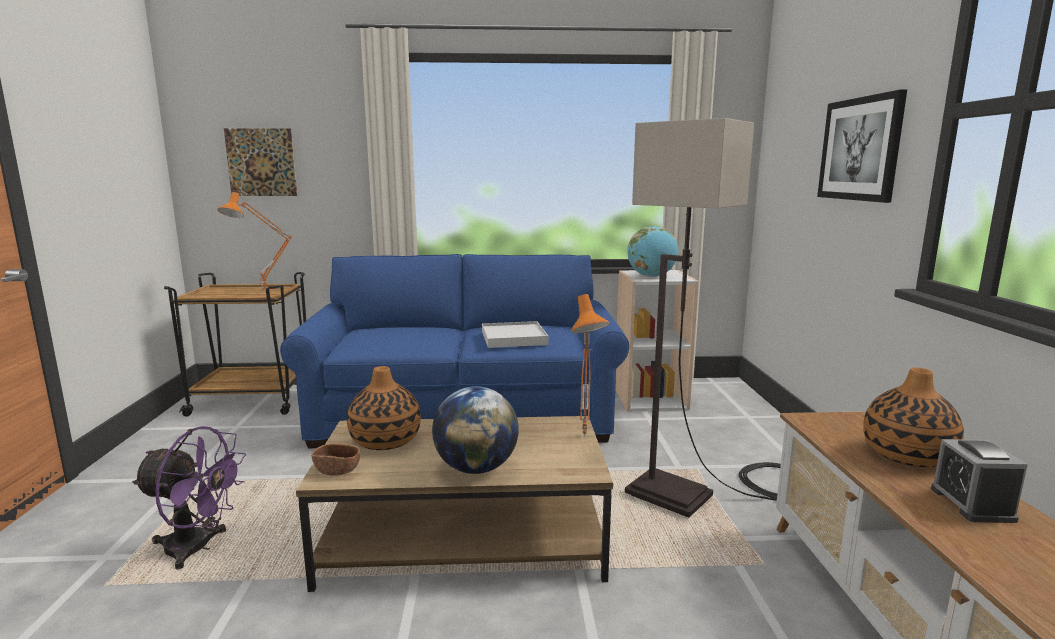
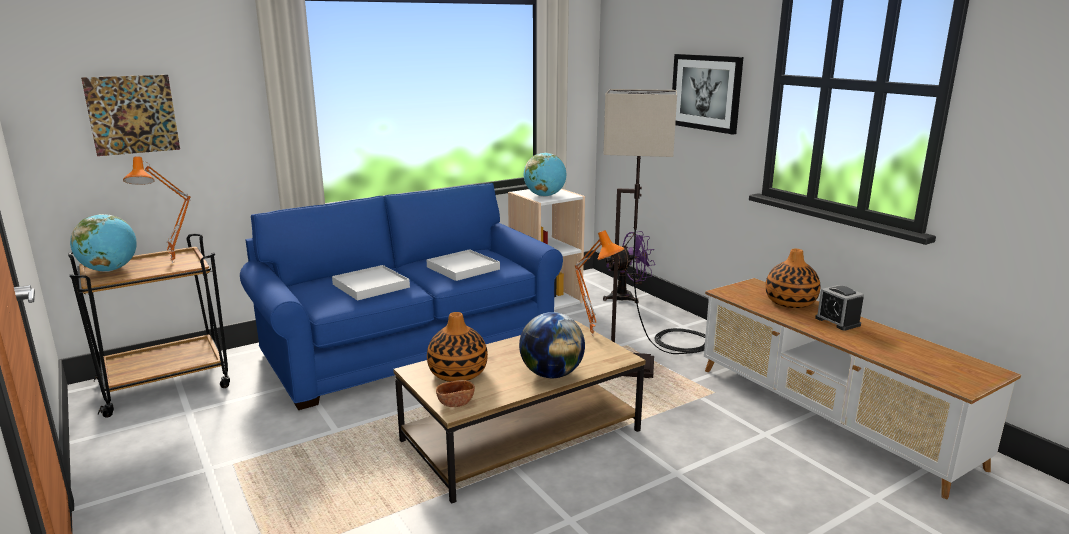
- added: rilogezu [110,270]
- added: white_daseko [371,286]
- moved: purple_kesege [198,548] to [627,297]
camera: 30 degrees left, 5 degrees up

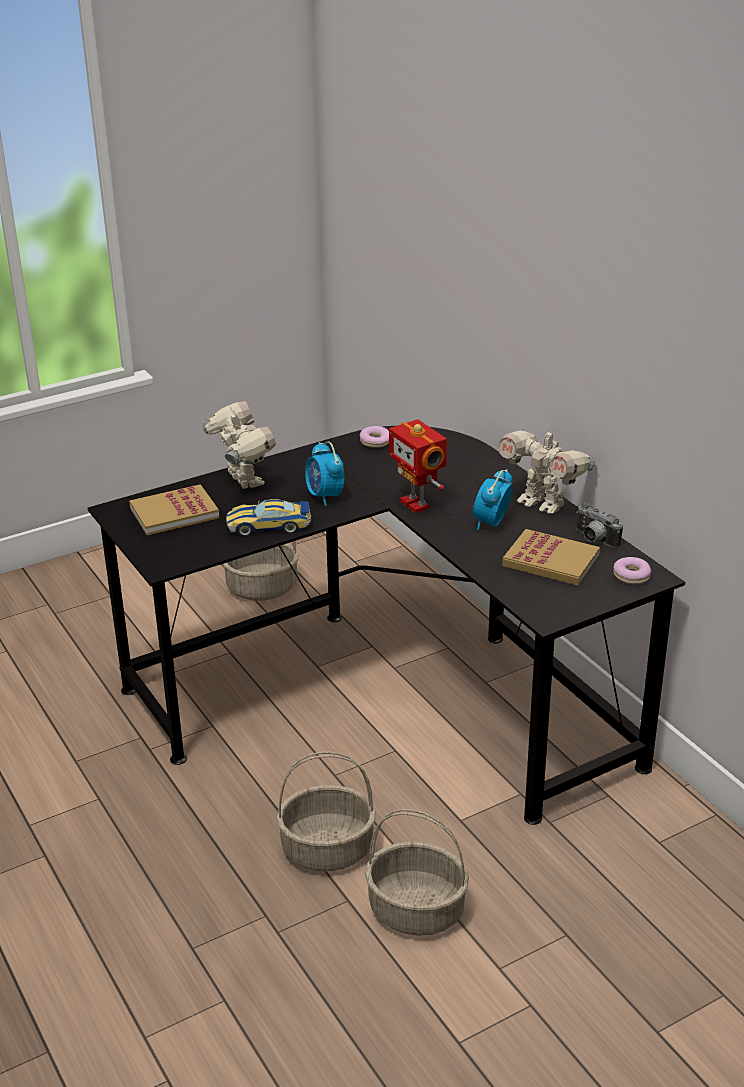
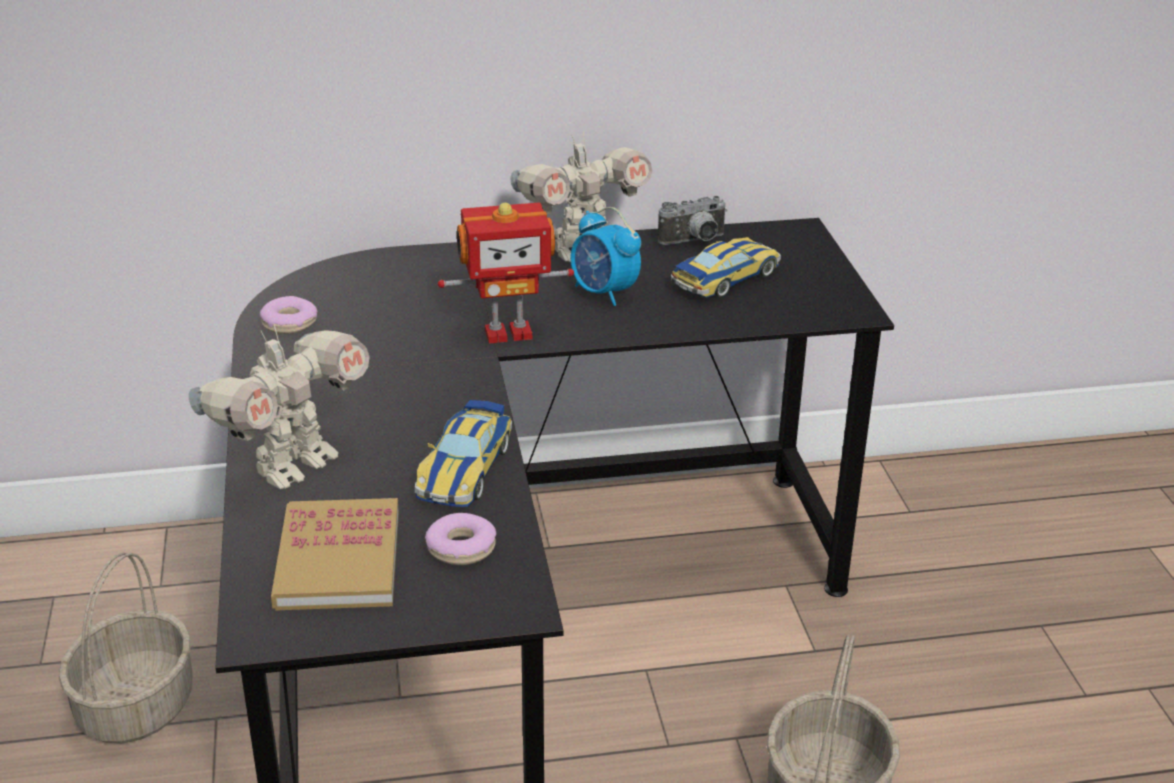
- removed: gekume [325,496]
- removed: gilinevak [417,910]
- moved: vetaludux [631,576] to [461,548]
- replaced: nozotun [551,561] to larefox [725,278]
- turned: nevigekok [242,481] = [292,465] 135 degrees clockwise
camera: 70 degrees left, 0 degrees up

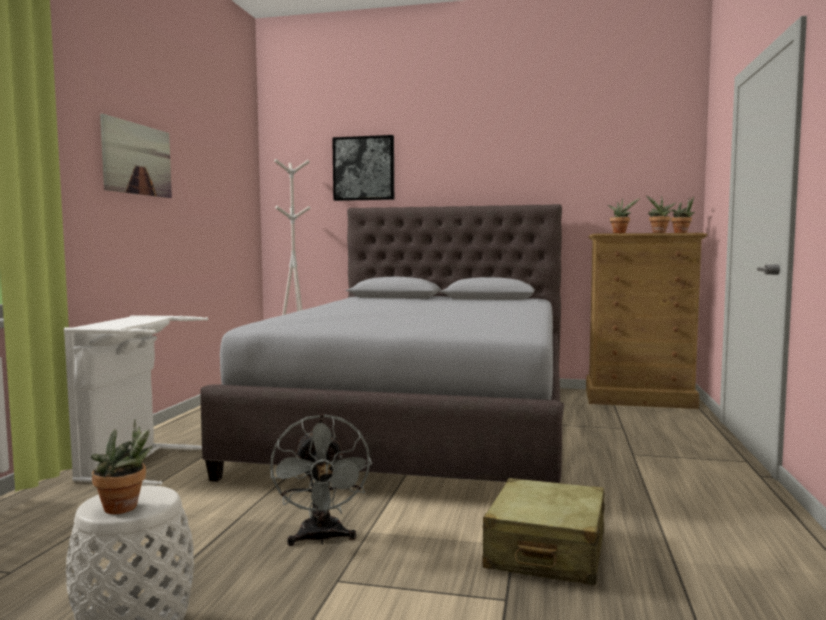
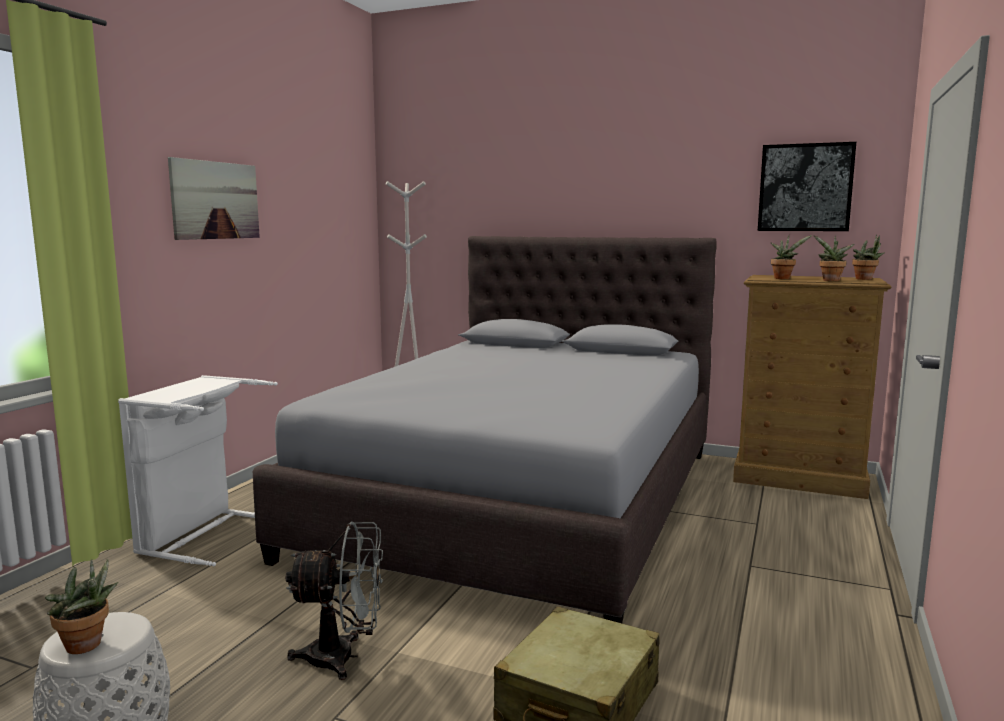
- moved: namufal [364,168] to [805,187]
- turned: grey_kesege [321,539] = [343,657] 90 degrees counterclockwise
camera: 10 degrees right, 5 degrees up

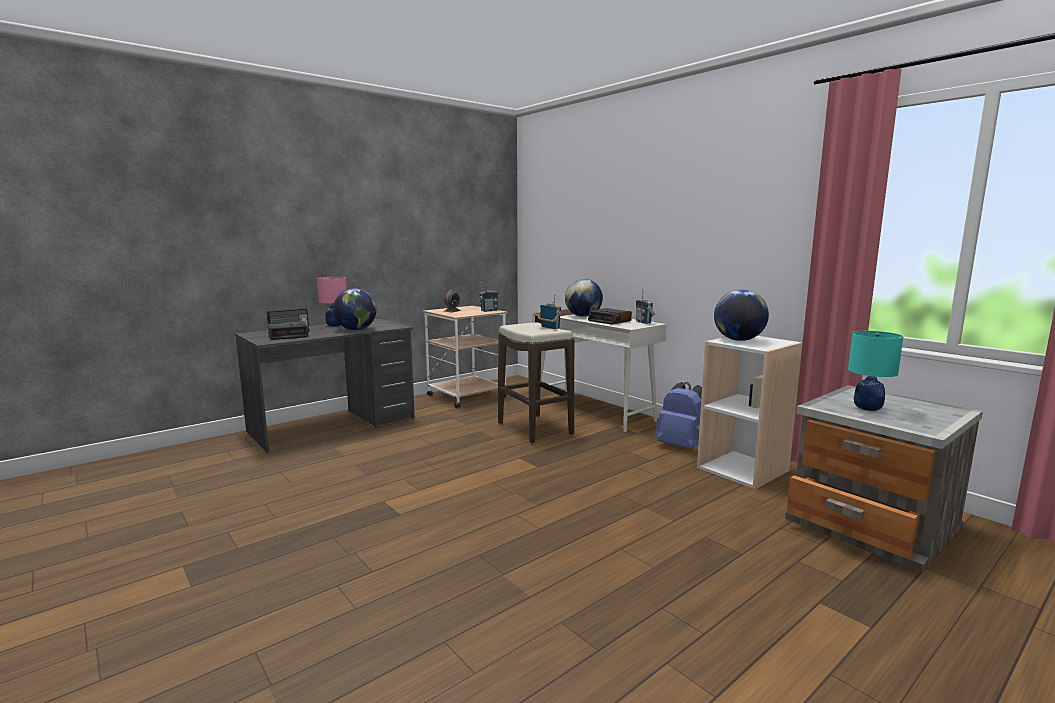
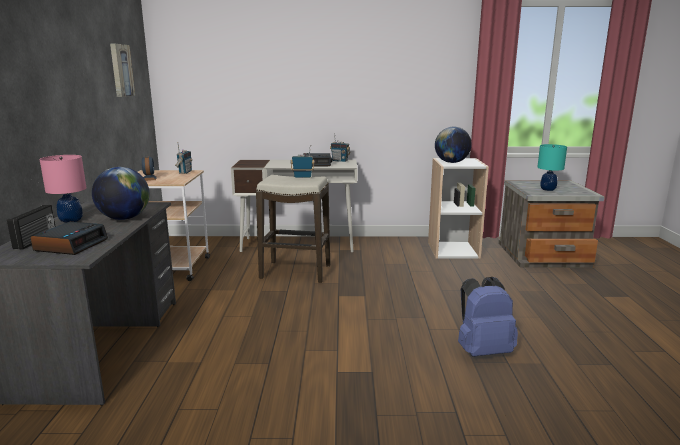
- removed: rilogezu [583,316]
- added: namufal [120,70]
- moved: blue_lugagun [681,446] to [482,350]
camera: 50 degrees left, 5 degrees up

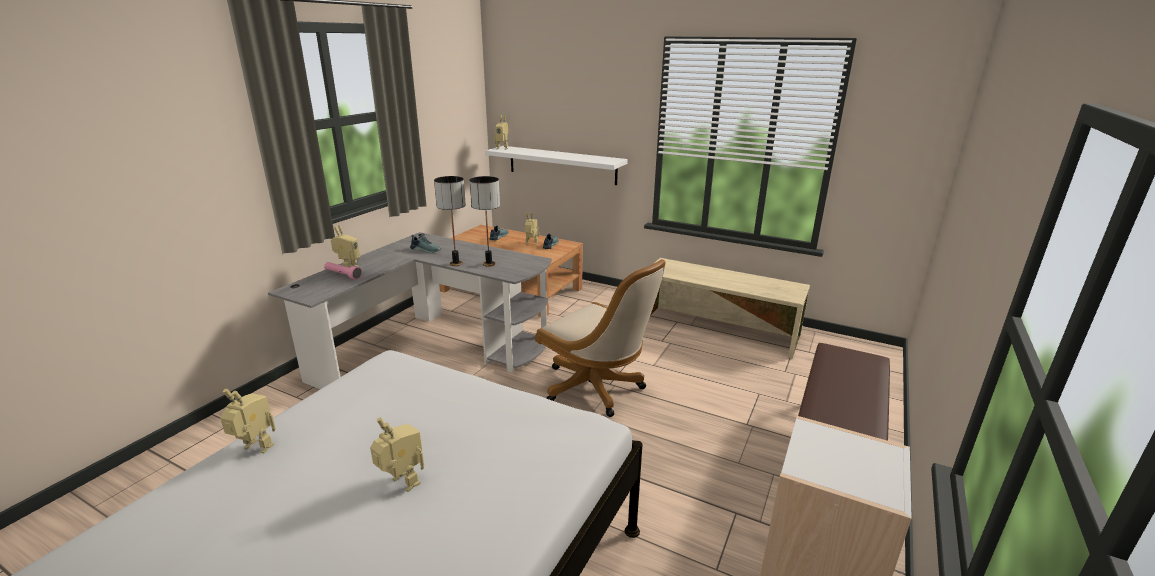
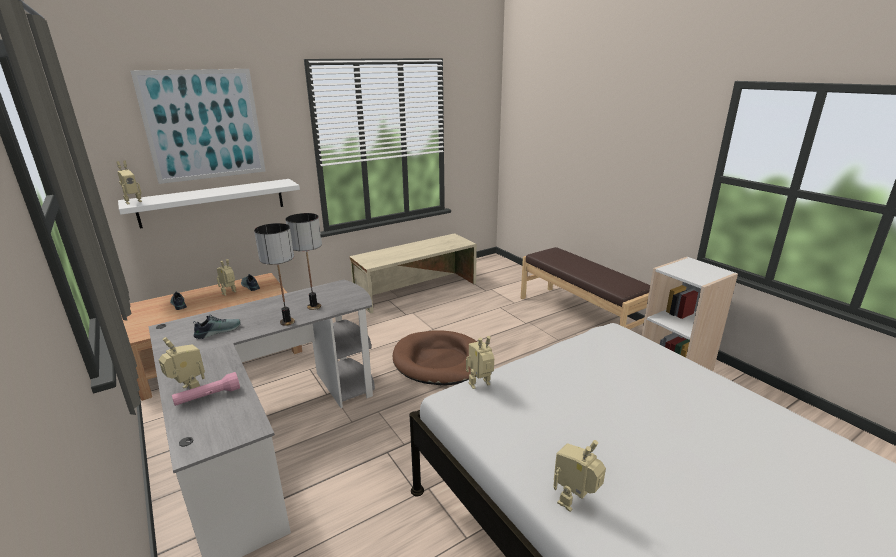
- added: namufal [204,125]
- moved: nevigekok [402,484] to [480,386]
- replaced: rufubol [598,389] to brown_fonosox [440,361]
camera: 60 degrees left, 0 degrees up

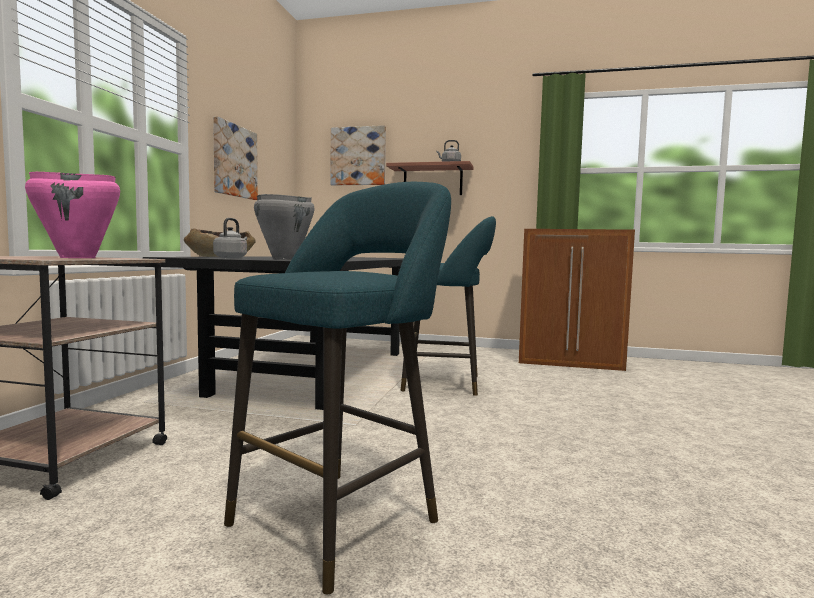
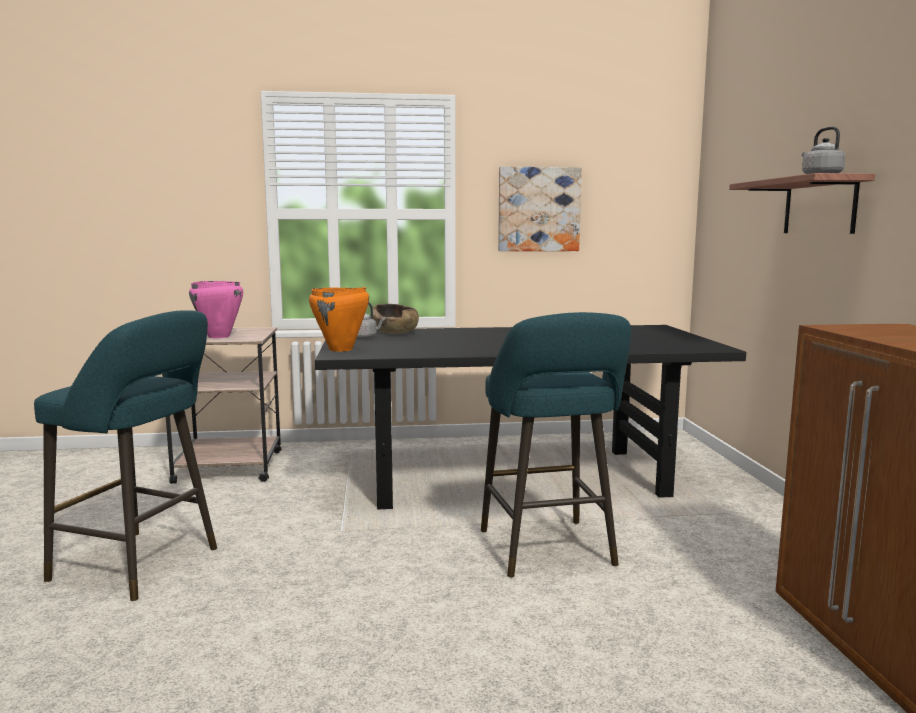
- removed: namufal [358,156]
- recoloured: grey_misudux [285,259] to orange_misudux [341,349]
camera: 70 degrees right, 5 degrees up

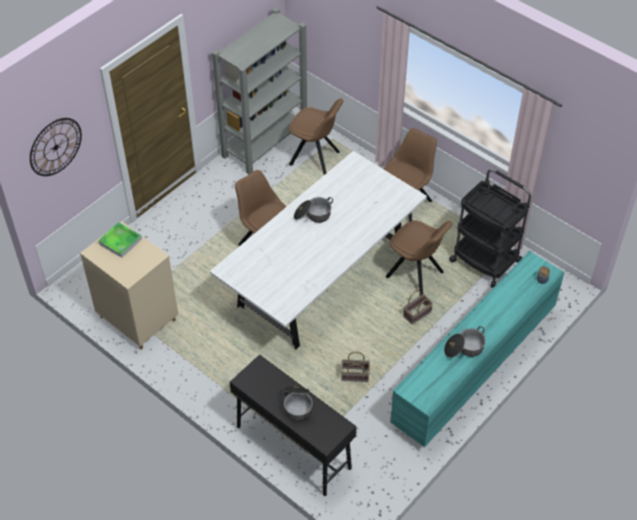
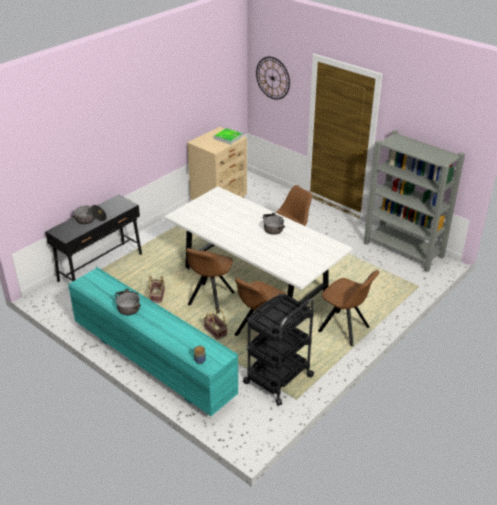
- moved: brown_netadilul [315,158] to [210,298]
camera: 90 degrees right, 15 degrees down

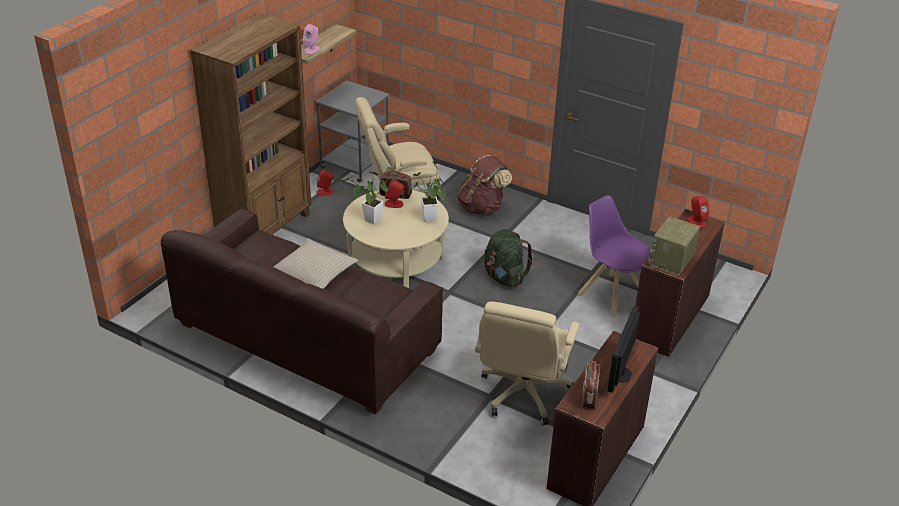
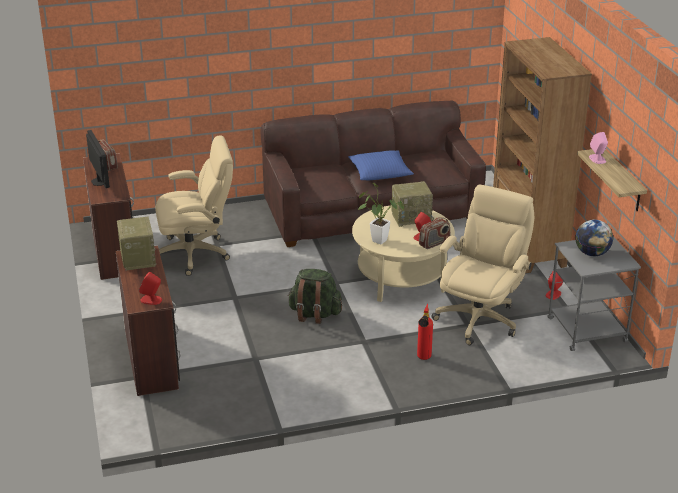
- removed: purple_netadilul [610,294]
- added: rilogezu [592,253]
- replaced: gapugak [370,222] to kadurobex [411,217]
- replaced: brown_lugagun [482,207] to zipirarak [423,359]
- recoloured: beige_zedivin [313,273] to blue_zedivin [380,172]
- turned: beige_rufubol [522,397] = [197,254] 105 degrees clockwise
camera: 135 degrees right, 5 degrees down

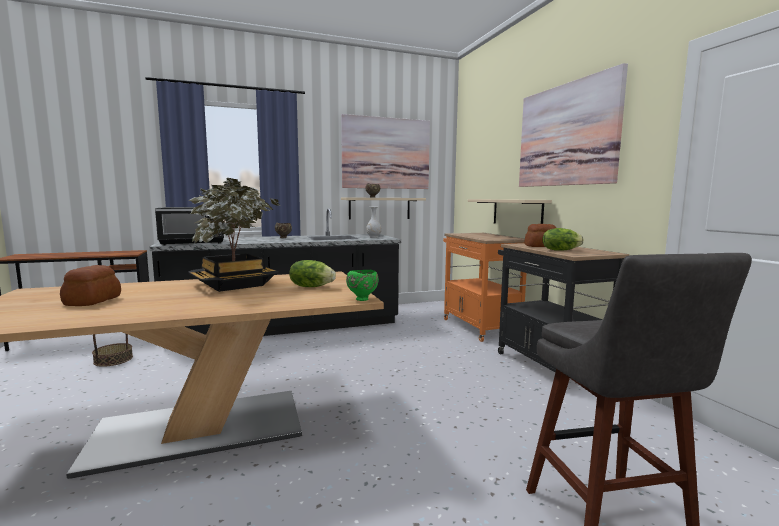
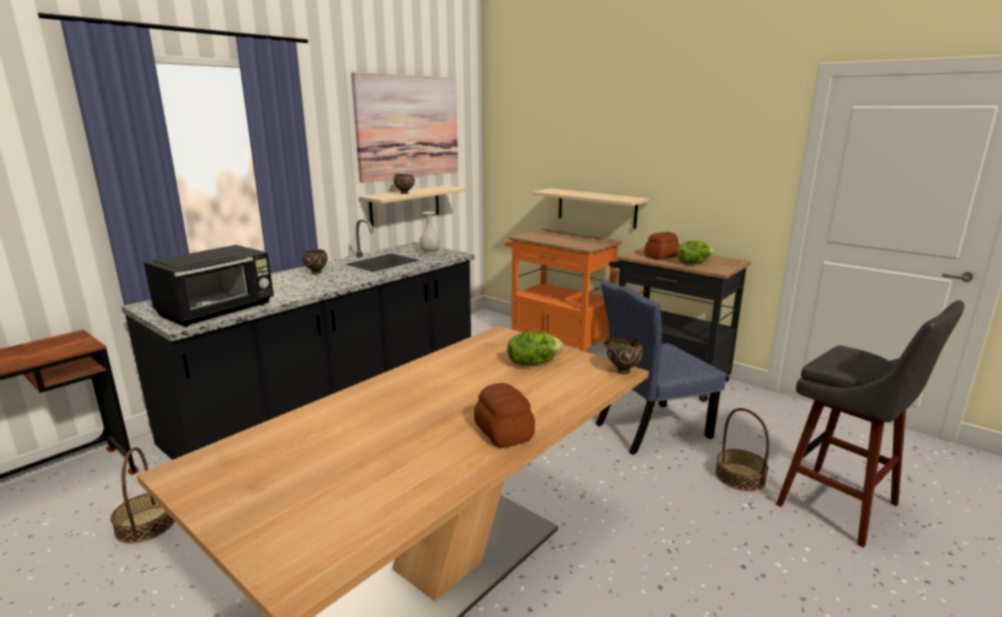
- removed: gapugak [234,284]
- removed: namufal [566,135]
- added: blue_netadilul [652,429]
- added: gilinevak [740,476]
- moved: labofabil [91,301] to [503,432]
- recoloured: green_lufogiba [362,299] to brown_lufogiba [623,371]
camera: 30 degrees left, 10 degrees up

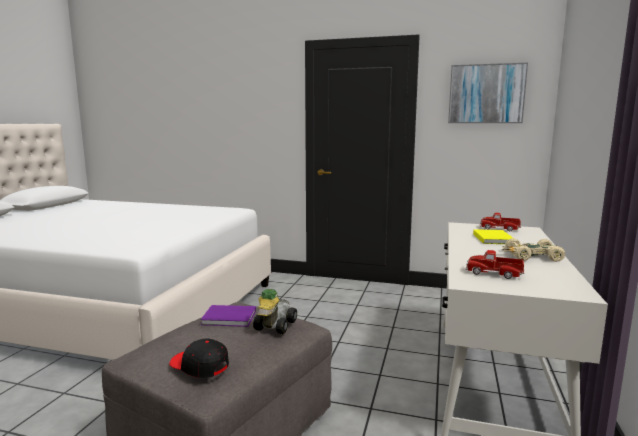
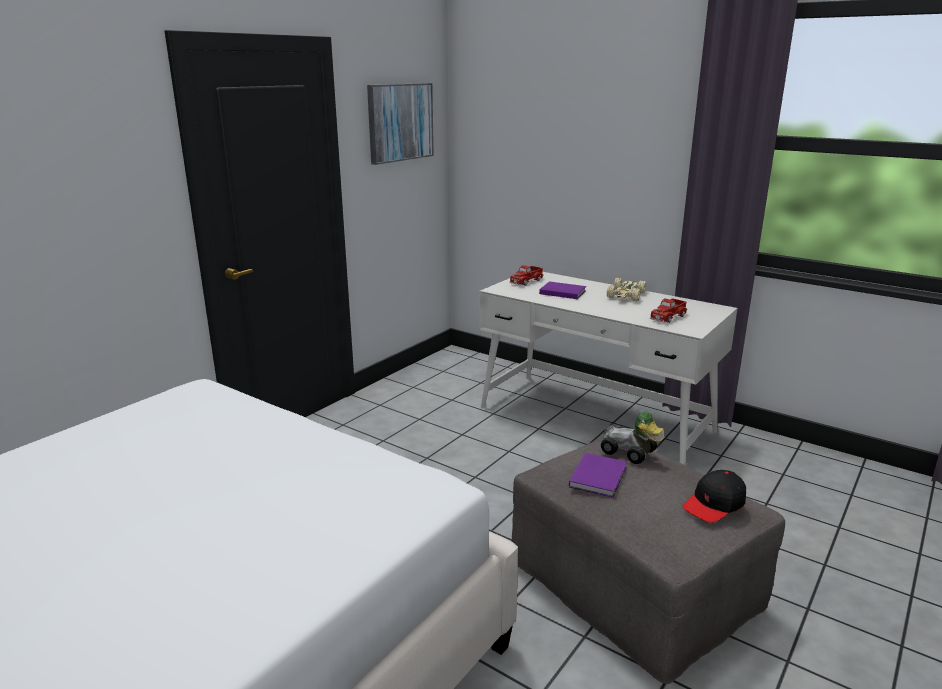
- recoloured: yellow_nozotun [493,238] to purple_nozotun [561,292]
camera: 70 degrees left, 10 degrees up

